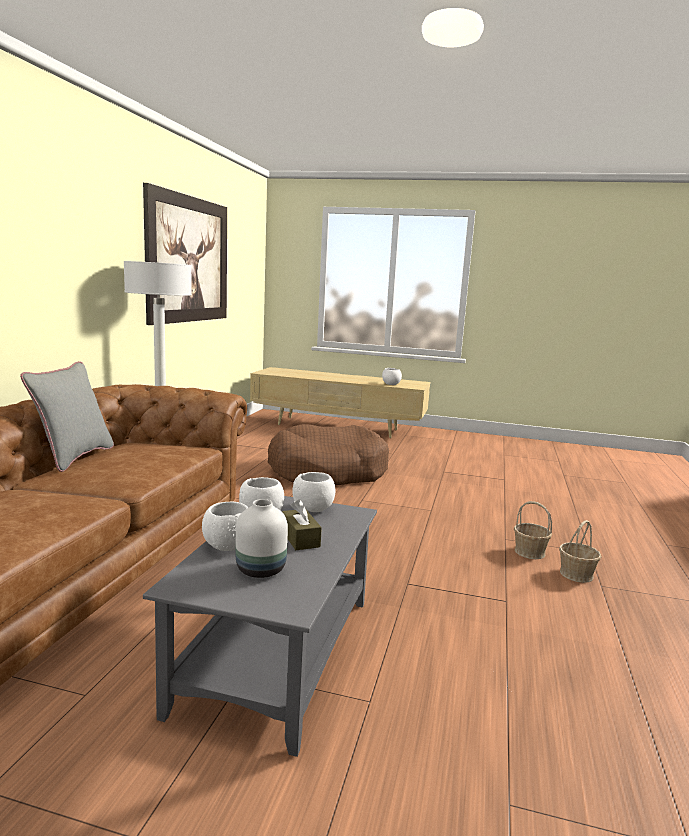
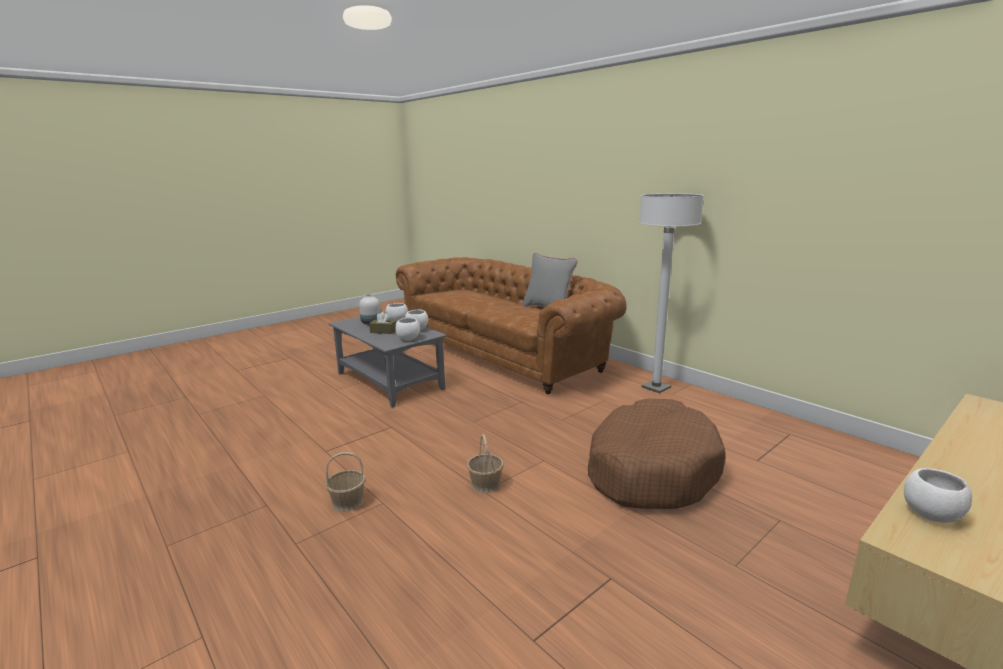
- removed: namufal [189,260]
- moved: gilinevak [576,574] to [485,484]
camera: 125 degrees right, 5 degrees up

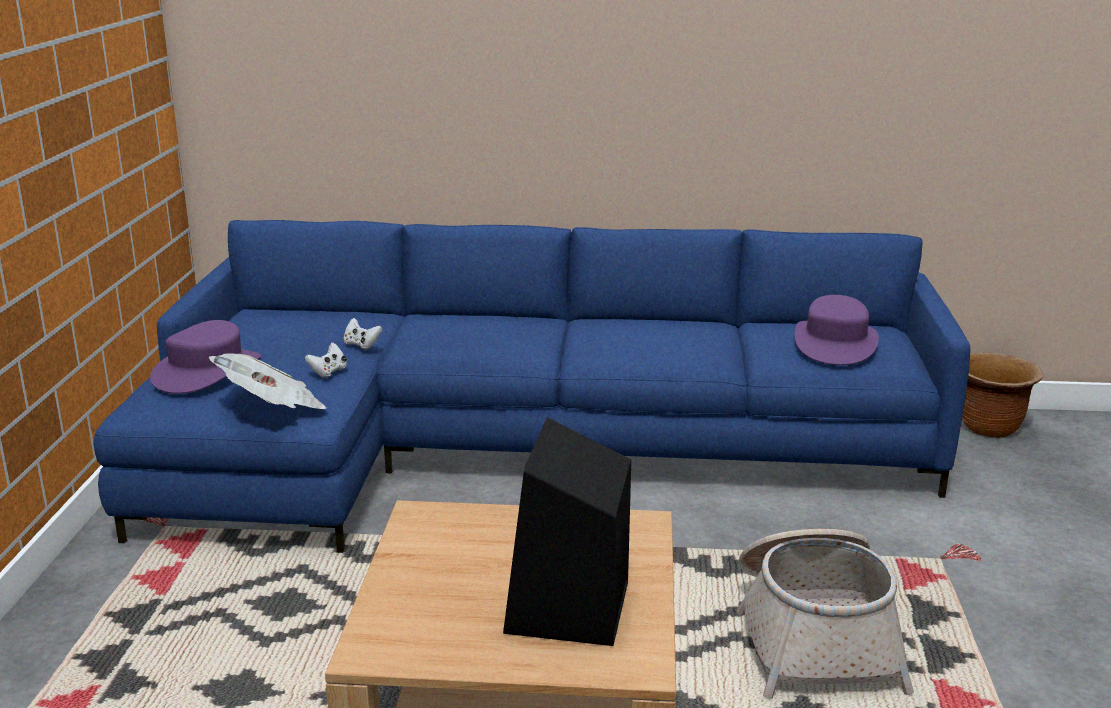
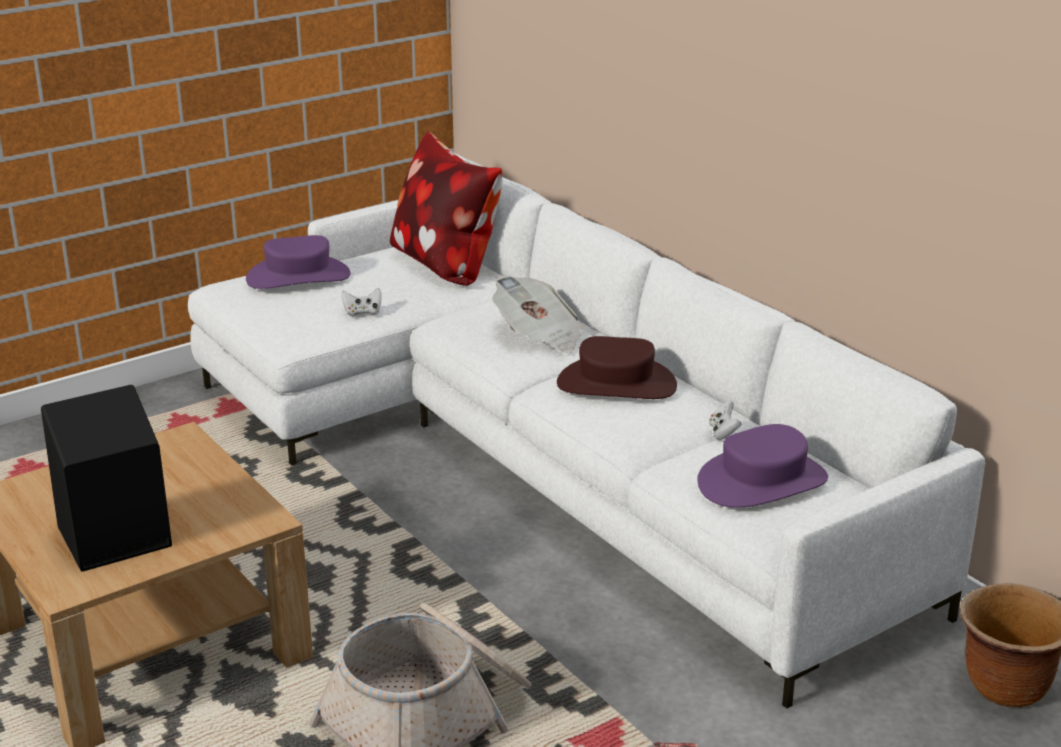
- added: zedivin [446,264]
- added: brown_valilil [616,384]
- moved: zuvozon [272,408] to [539,337]
- moved: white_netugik [362,345] to [723,432]
- recoloured: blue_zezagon [516,450] to white_zezagon [538,458]
camera: 50 degrees right, 5 degrees up

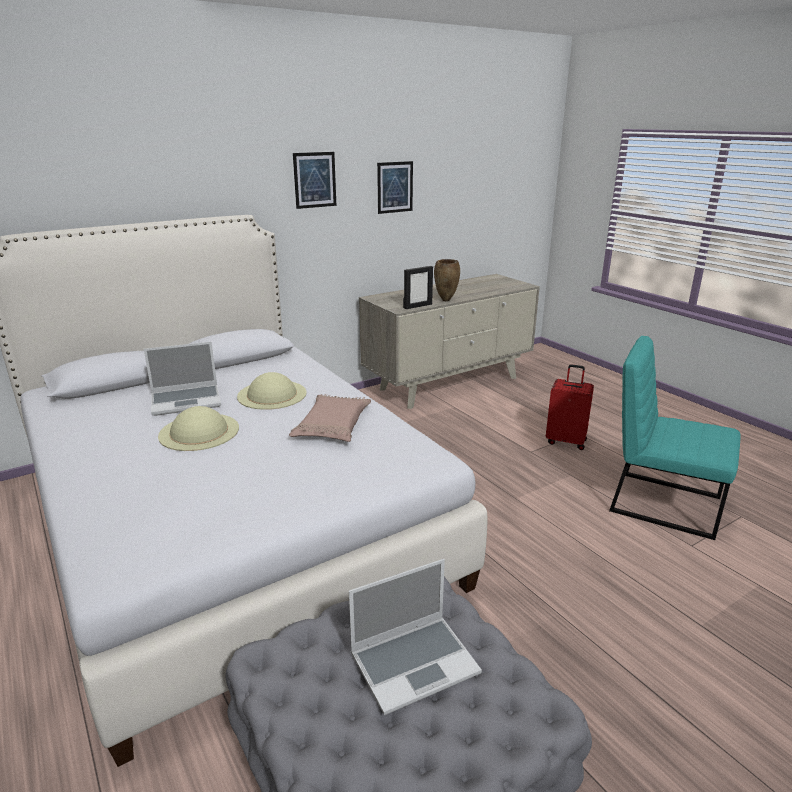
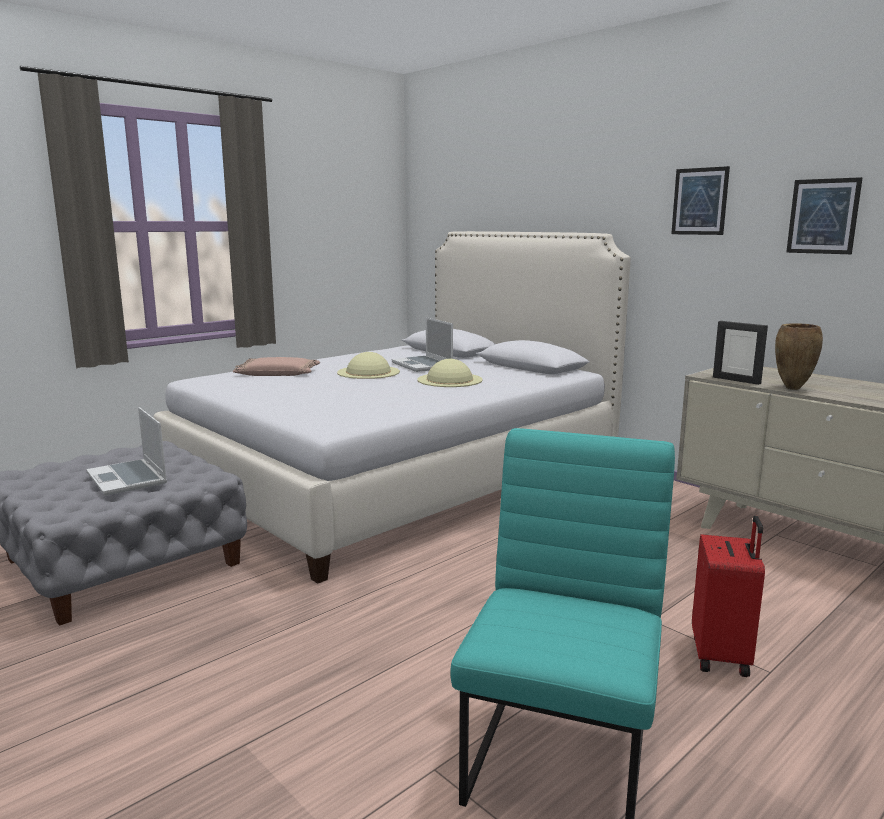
- moved: beige_zedivin [333,424] to [278,373]
camera: 80 degrees right, 10 degrees down

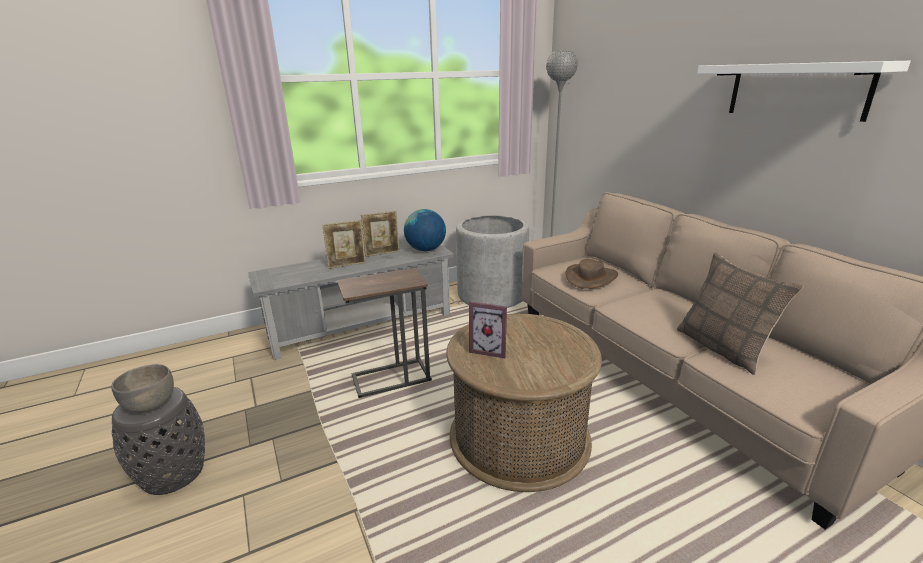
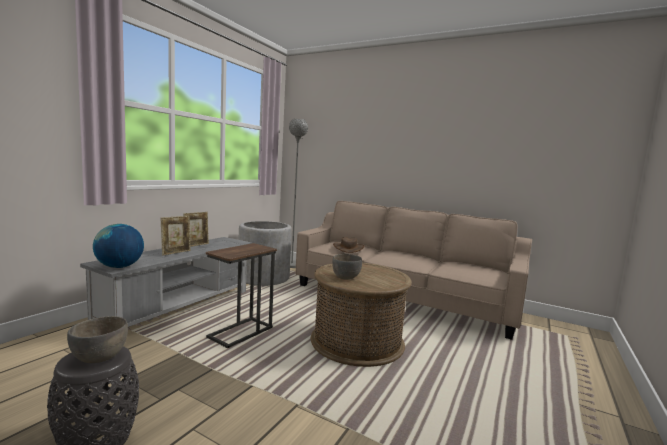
- removed: zedivin [723,348]
- removed: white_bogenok [796,90]
- moved: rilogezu [425,250] to [119,267]
- replaced: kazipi [489,350] to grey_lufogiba [346,277]
camera: 35 degrees left, 15 degrees down

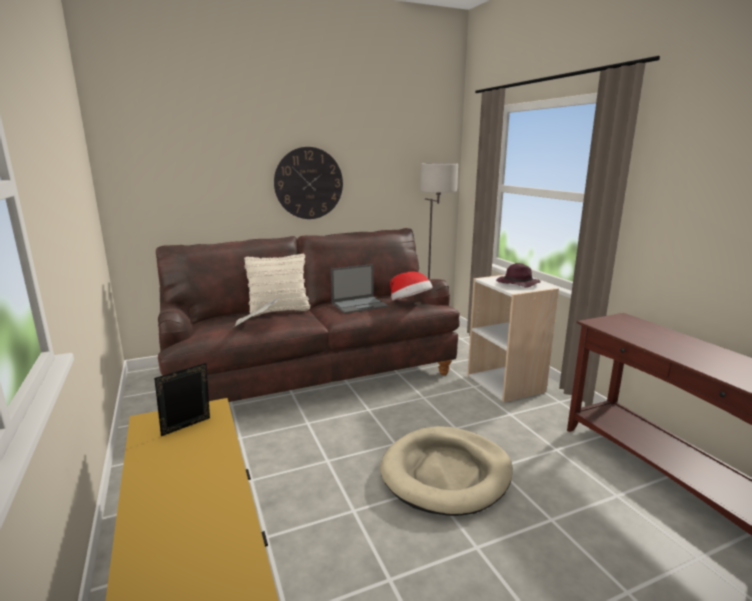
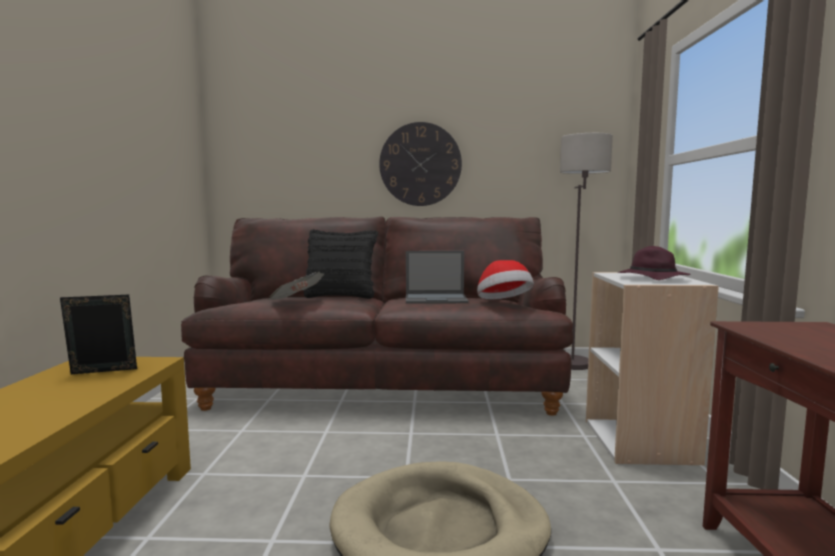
- recoloured: beige_zedivin [279,311] to black_zedivin [341,296]
camera: 25 degrees right, 10 degrees down

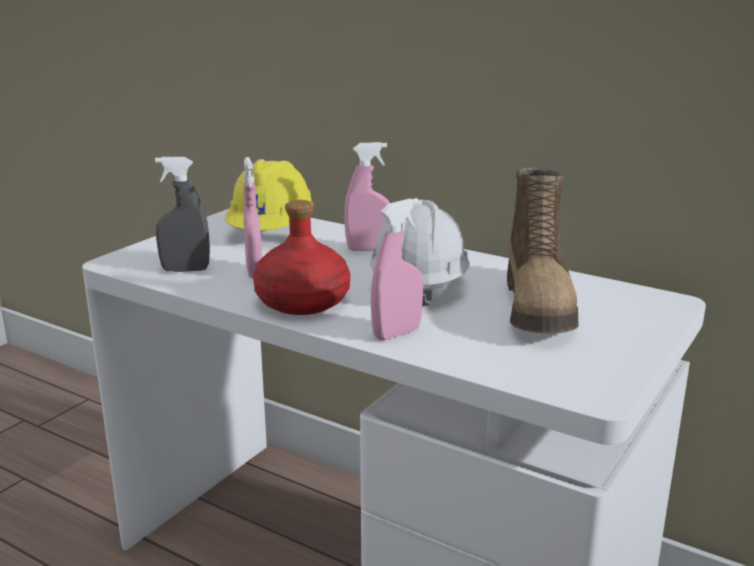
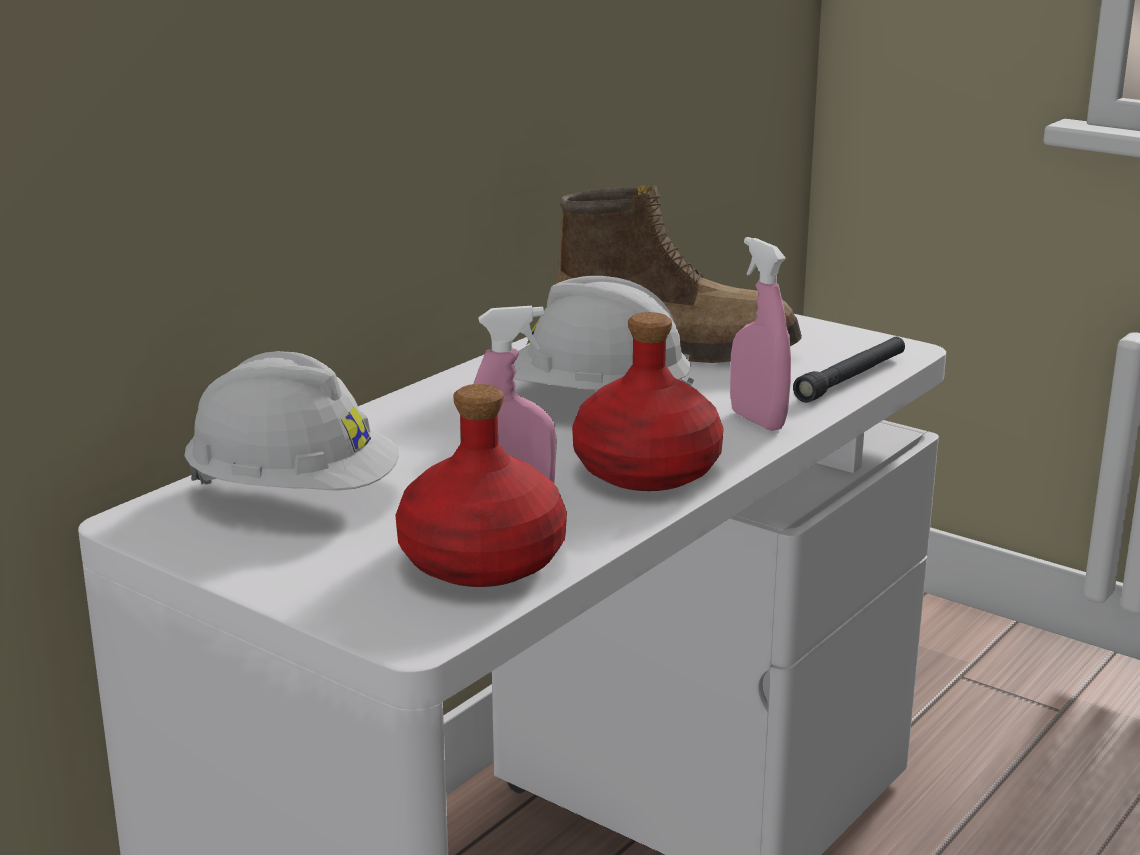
- removed: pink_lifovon [368,249]
- added: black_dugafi [852,378]
- replaced: grey_lifovon [185,270] to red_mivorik [481,562]
- recoloured: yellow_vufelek [271,232] to white_vufelek [294,495]
camera: 85 degrees left, 0 degrees up

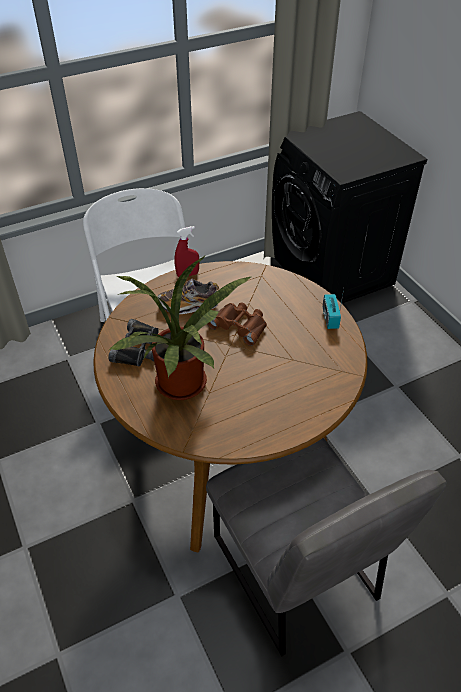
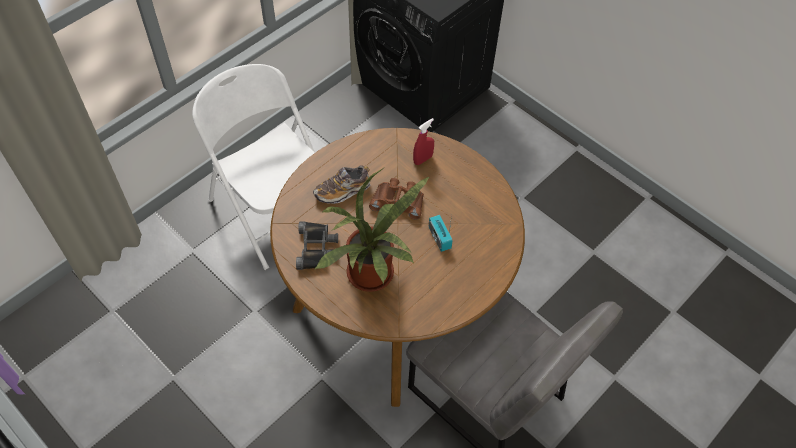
- moved: red_lifovon [187,274] to [423,159]
- moved: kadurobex [330,318] to [439,238]
camera: 20 degrees left, 10 degrees up

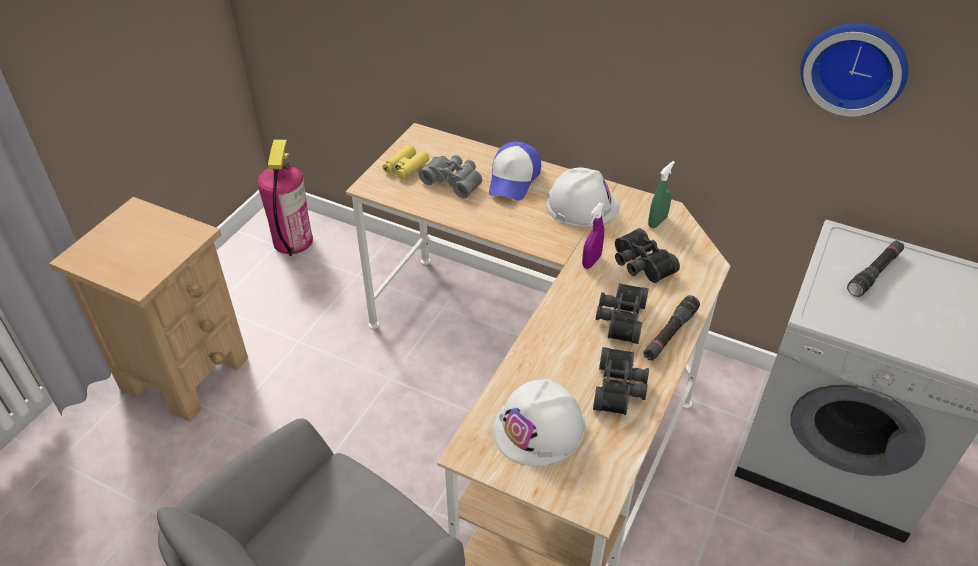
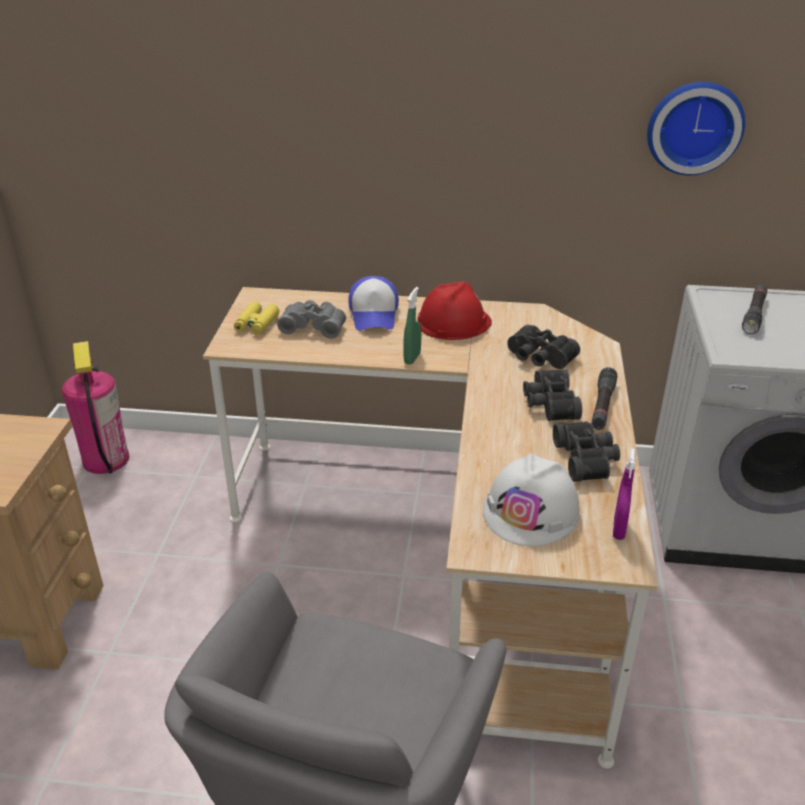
- moved: purple_lifovon [591,261] to [619,529]
- moved: green_lifovon [657,222] to [412,358]
- recoloured: white_vufelek [582,205] to red_vufelek [454,322]
camera: 20 degrees left, 10 degrees down

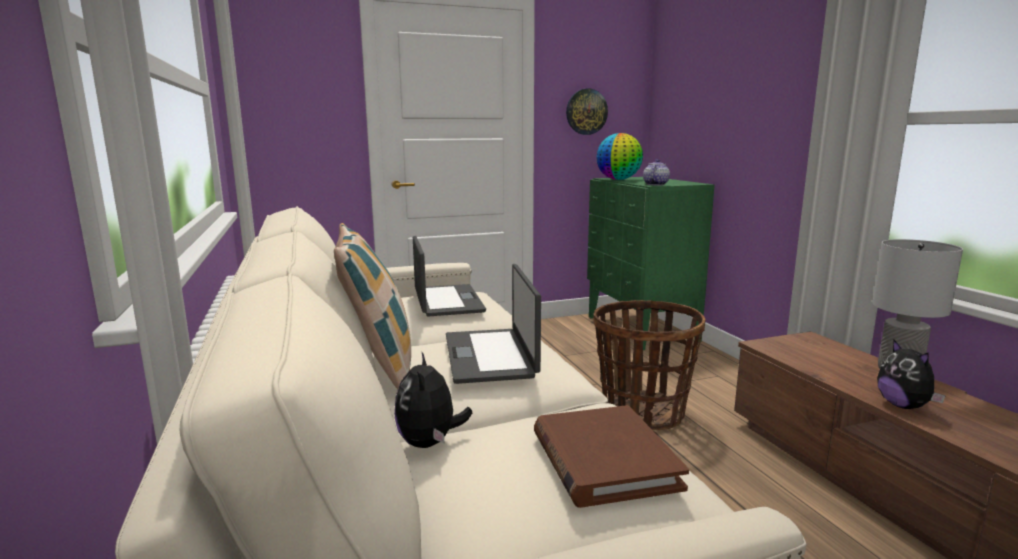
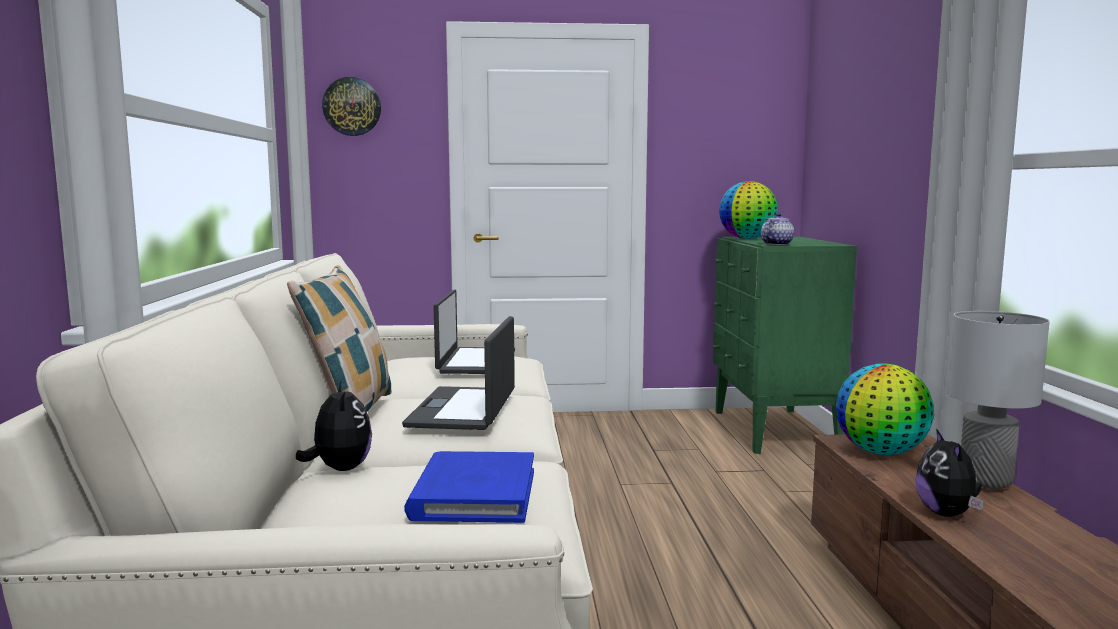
- removed: gilinevak [642,413]
- added: rilogezu [881,452]
- moved: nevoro [586,112] to [352,106]
- recoloured: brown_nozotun [603,460] to blue_nozotun [474,494]
- turned: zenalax [430,443] = [340,469] 150 degrees clockwise
camera: 15 degrees right, 5 degrees down

